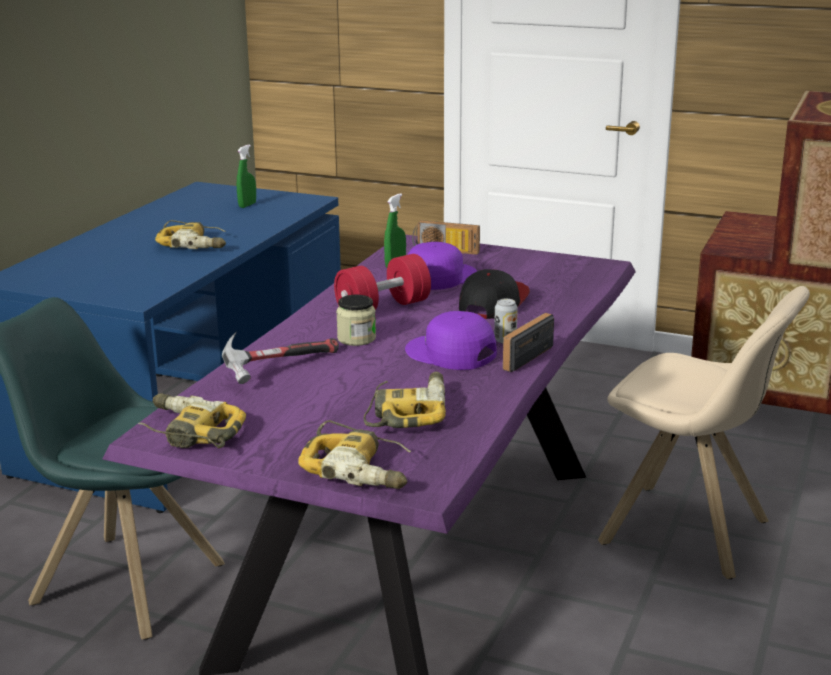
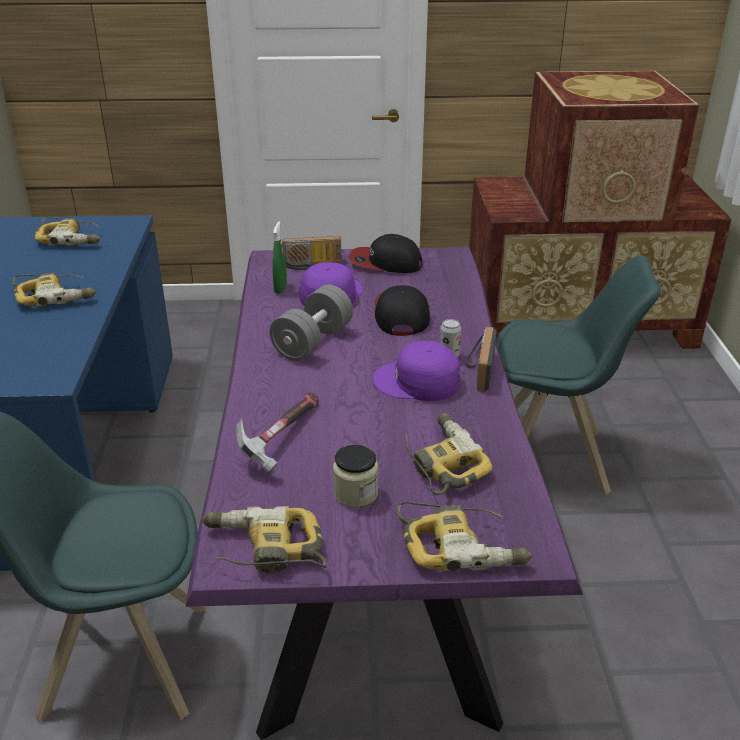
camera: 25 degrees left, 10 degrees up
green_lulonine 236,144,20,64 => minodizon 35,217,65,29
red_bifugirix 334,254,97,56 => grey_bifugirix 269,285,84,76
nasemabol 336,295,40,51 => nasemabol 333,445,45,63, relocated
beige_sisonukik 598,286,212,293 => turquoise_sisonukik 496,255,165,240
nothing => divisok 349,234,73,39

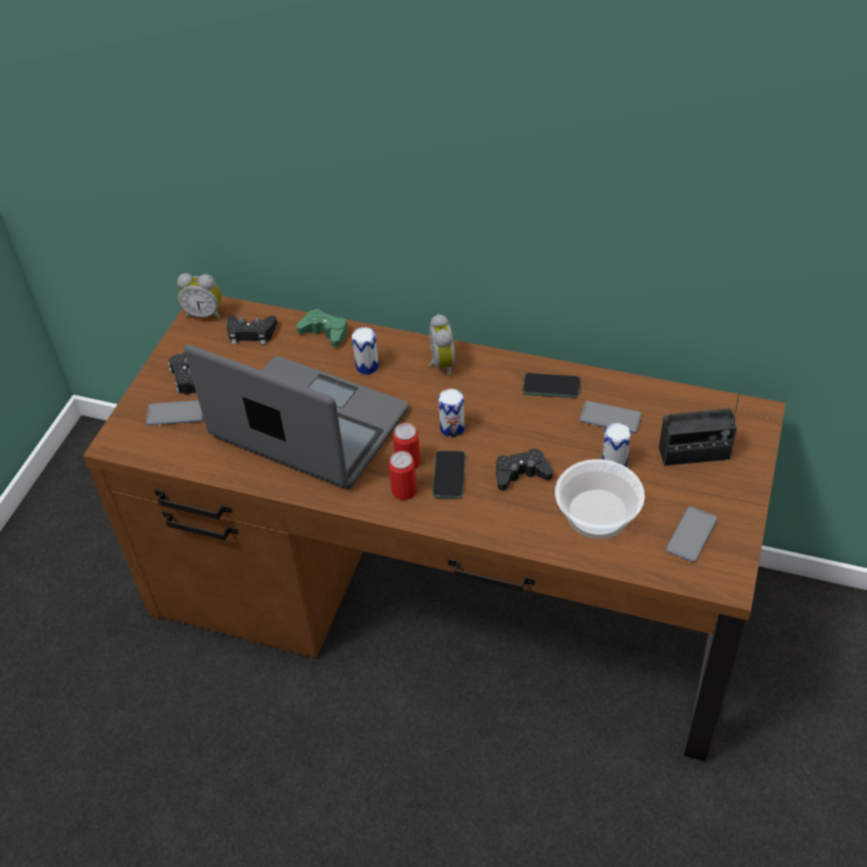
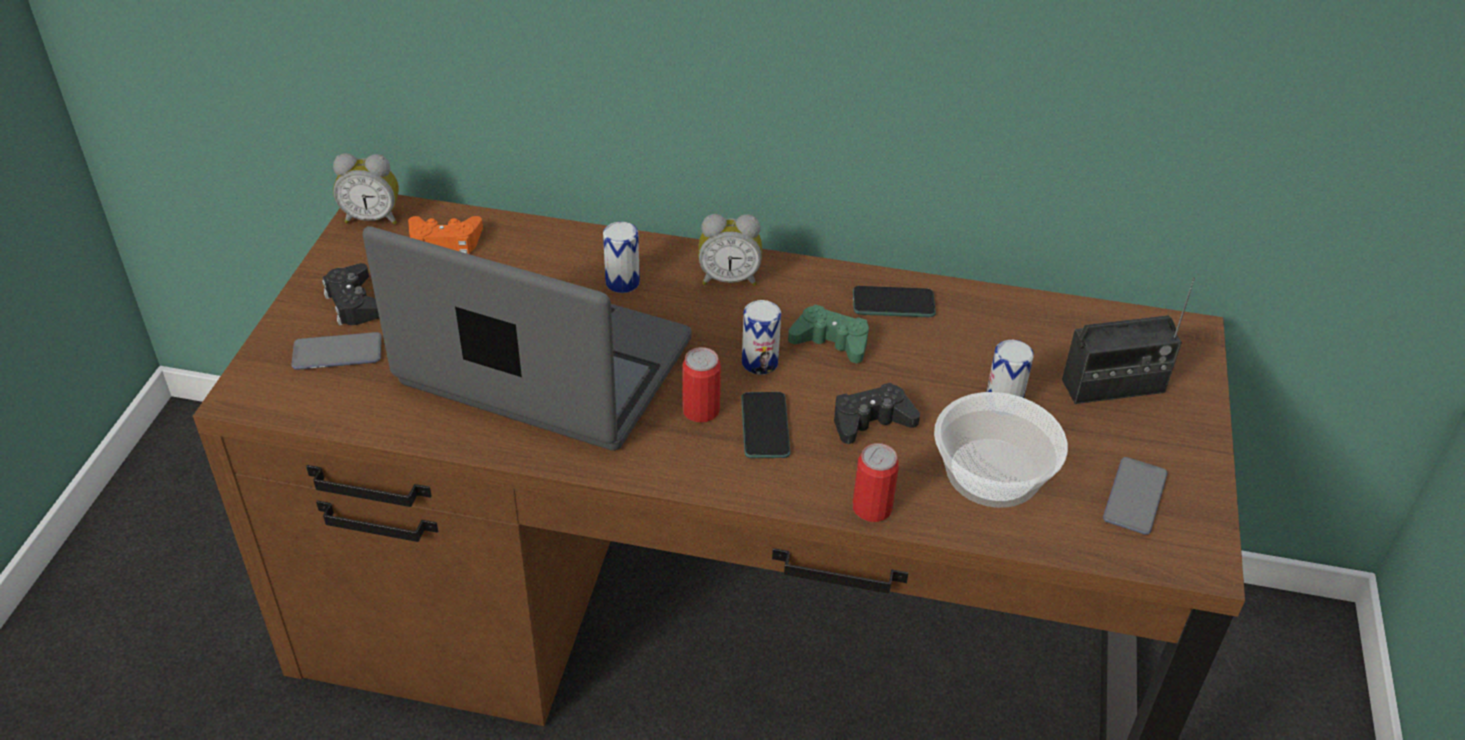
camera: 10 degrees left, 5 degrees down
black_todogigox 227,315,50,30 => orange_todogigox 408,216,75,38
green_todogigox 296,308,52,39 => green_todogigox 788,305,81,58, relocated
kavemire 388,451,29,49 => kavemire 853,443,46,79, relocated
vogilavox 428,314,27,63 => vogilavox 698,214,64,72, 105 degrees clockwise
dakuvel 579,401,63,32 => nothing

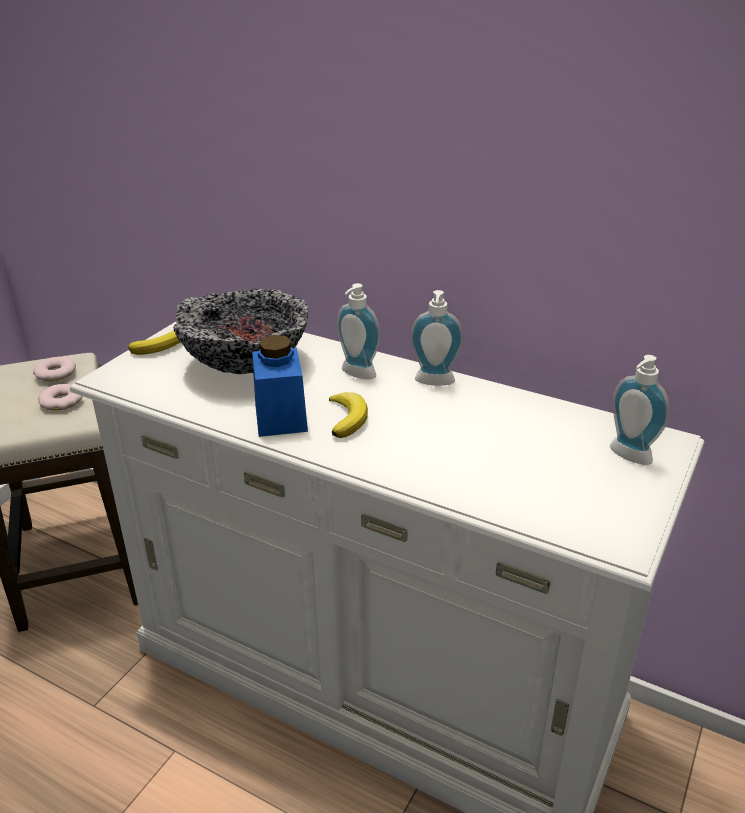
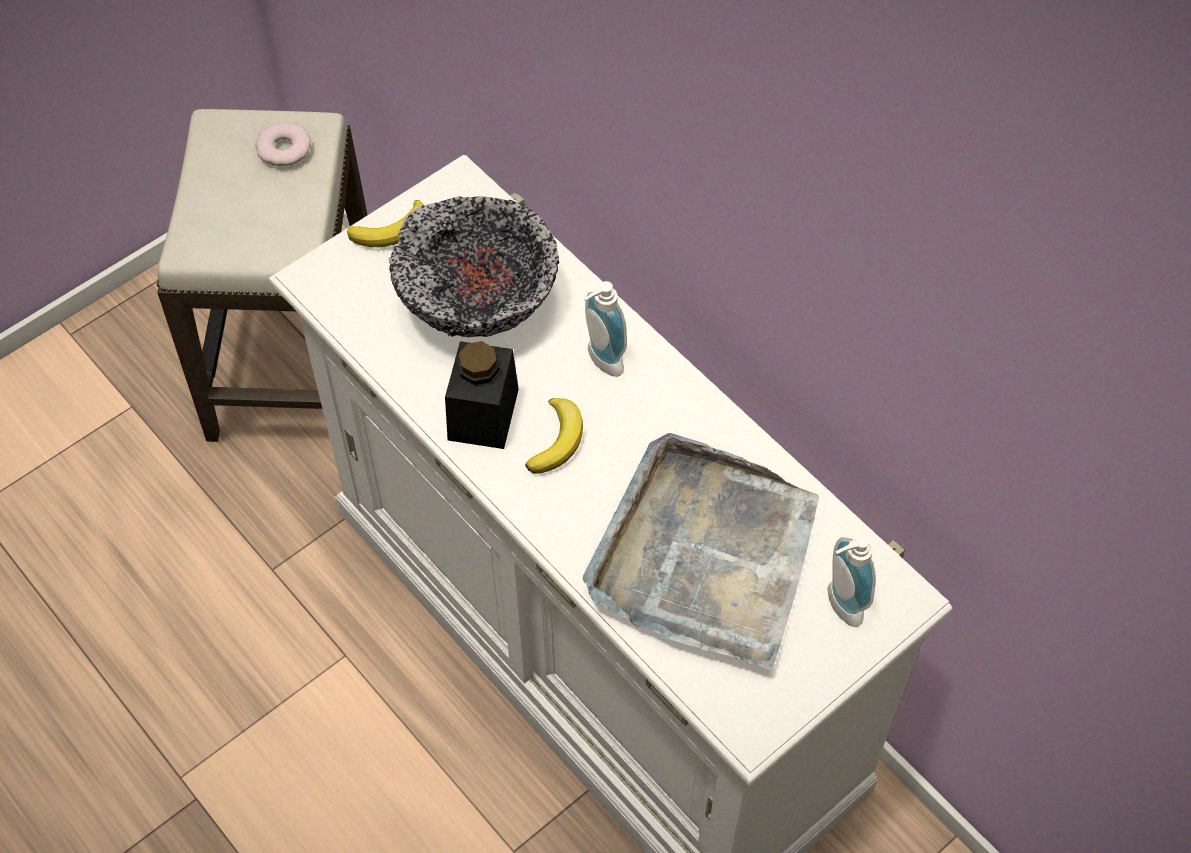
camera: 20 degrees right, 25 degrees up
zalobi 38,384,45,26 => nothing
blue_nasemabol 252,335,56,102 => black_nasemabol 445,341,74,108
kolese 410,290,53,96 => nothing
nothing => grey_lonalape 583,433,236,237

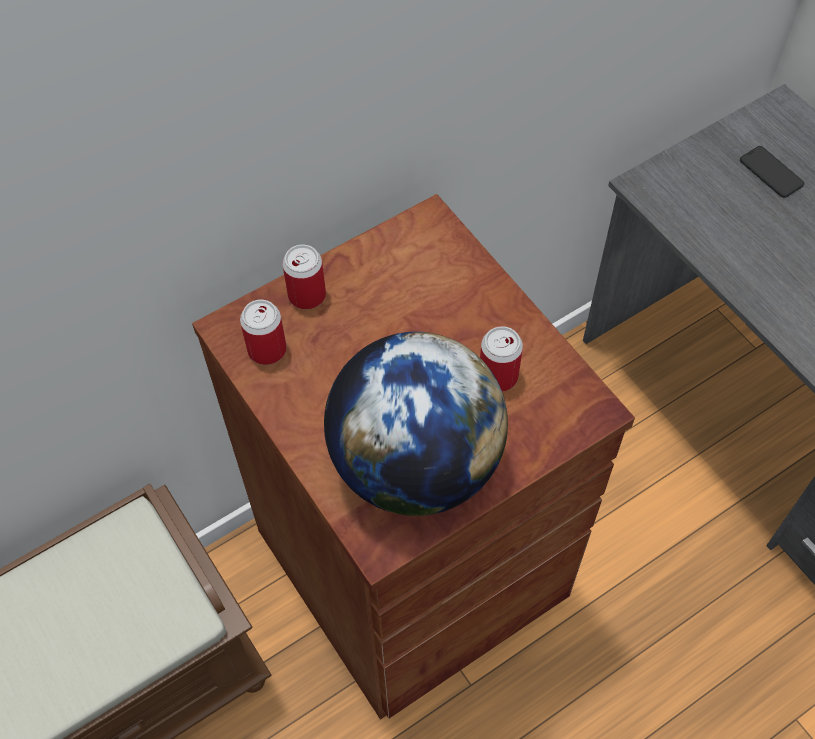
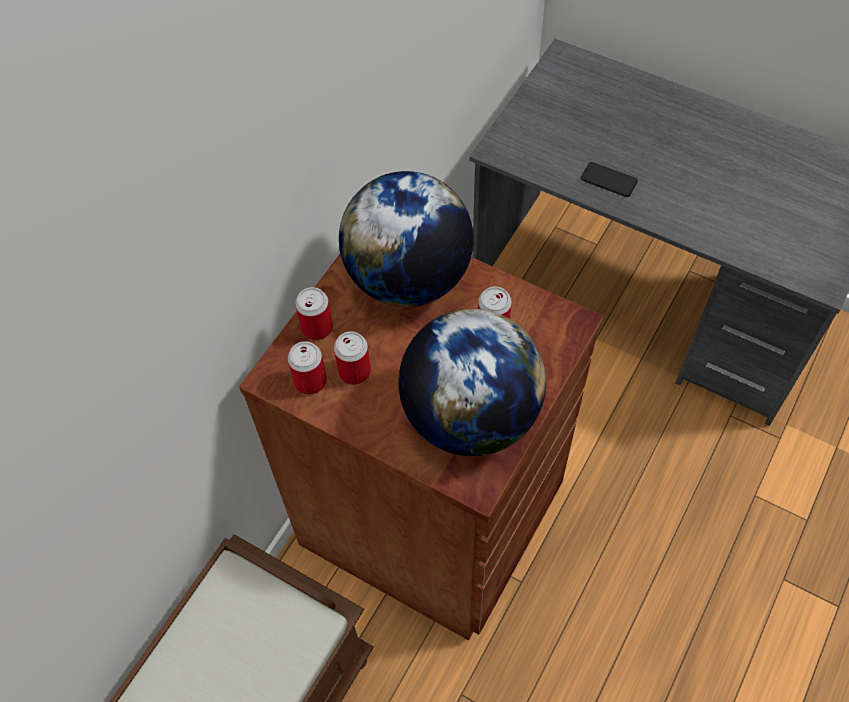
camera: 25 degrees left, 0 degrees up
dakuvel 740,146,64,52 => dakuvel 581,162,57,35, relocated
nothing => kavemire 334,331,37,54
nothing => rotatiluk 339,171,135,136

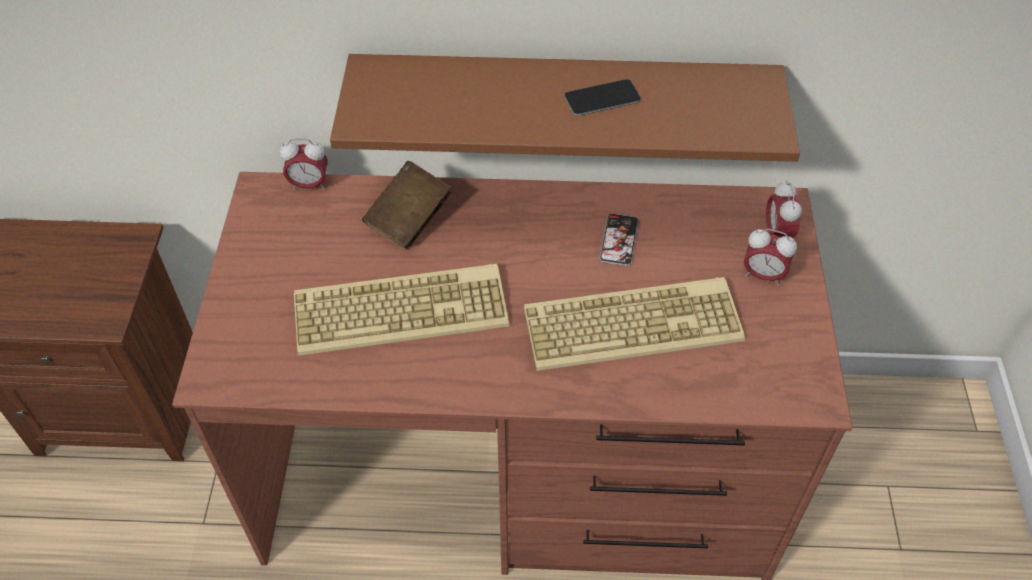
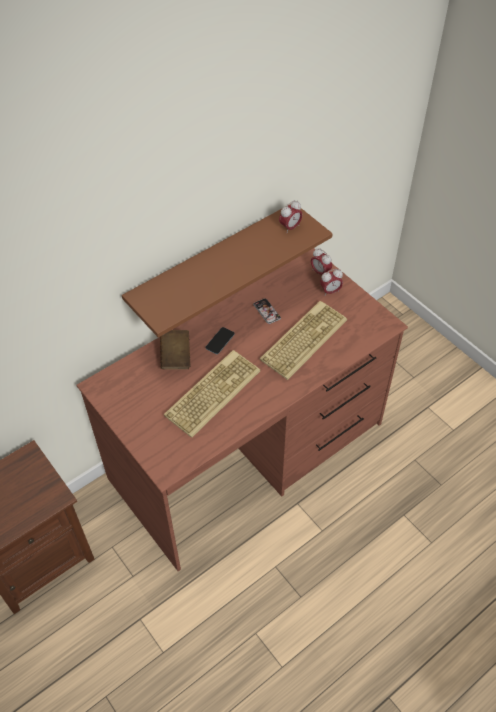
camera: 40 degrees left, 0 degrees up
vogilavox 280,139,48,51 => vogilavox 279,200,24,32, relocated
dakuvel 565,79,76,37 => dakuvel 205,327,30,27, relocated

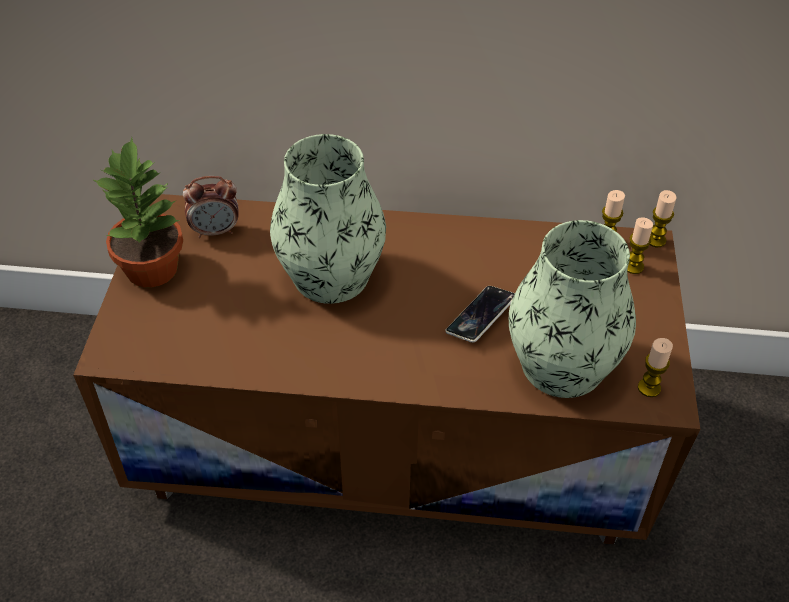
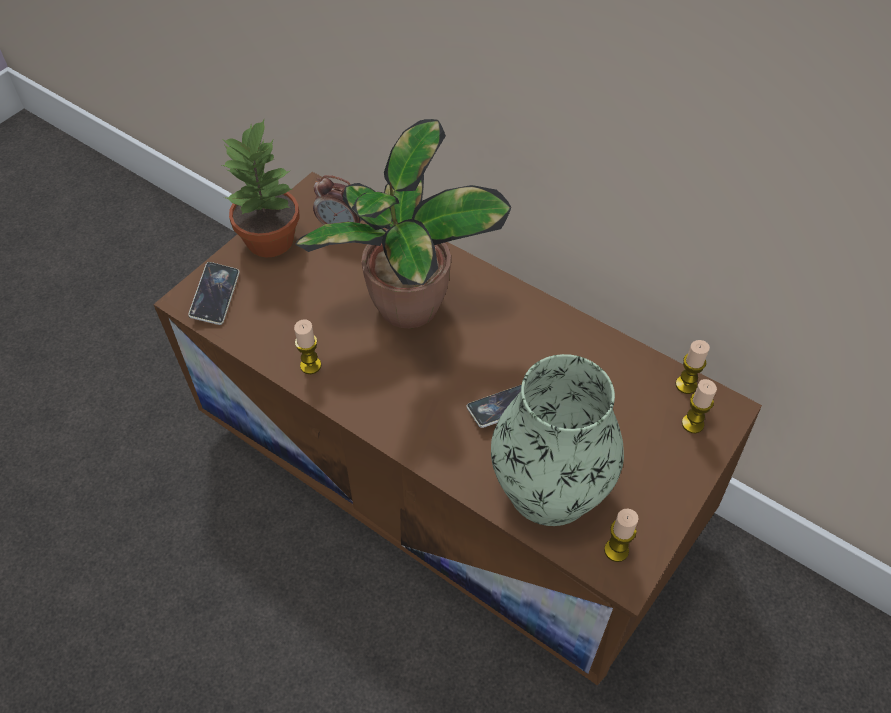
camera: 30 degrees right, 5 degrees up
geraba 270,134,116,170 => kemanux 295,119,217,209
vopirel 650,190,27,57 => vopirel 294,319,27,55, relocated
nothing => dakuvel 188,262,51,63

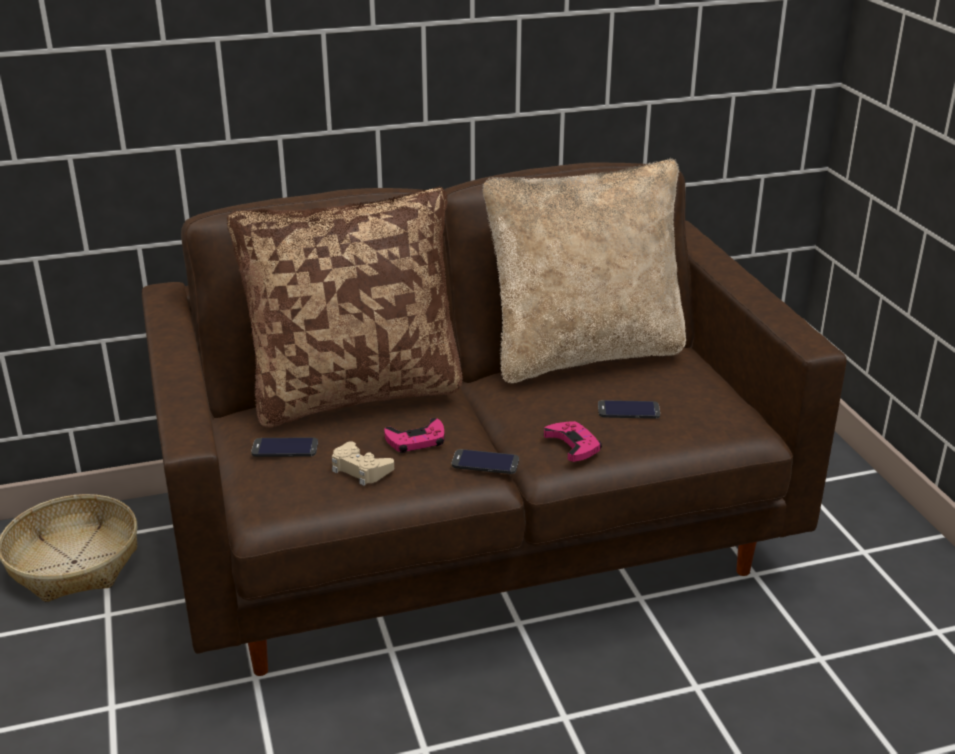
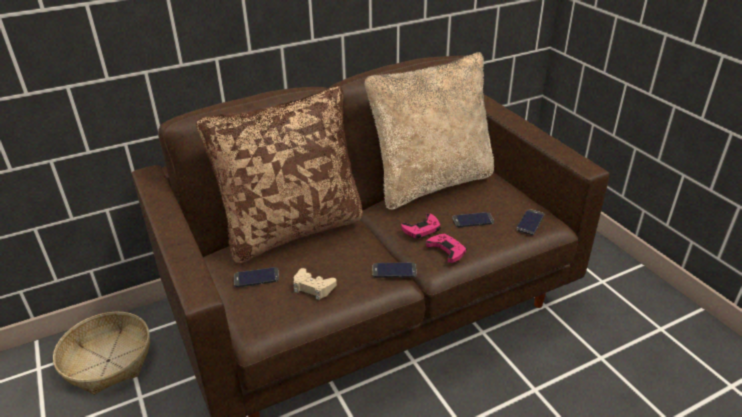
camera: 10 degrees left, 5 degrees up
pink_todogigox 384,418,60,35 => pink_todogigox 401,213,40,26, relocated
nothing => dakuvel 516,209,28,26

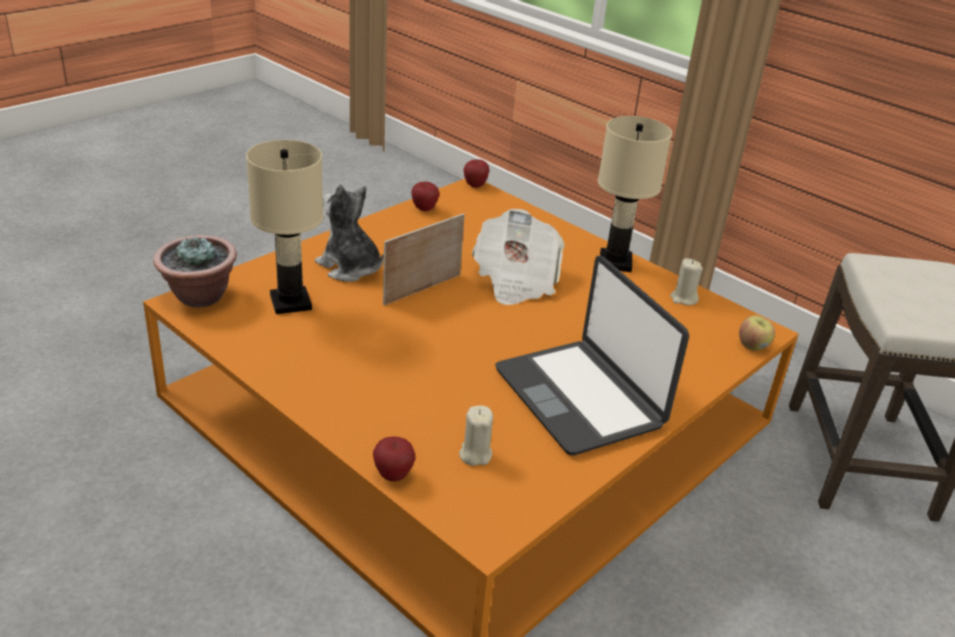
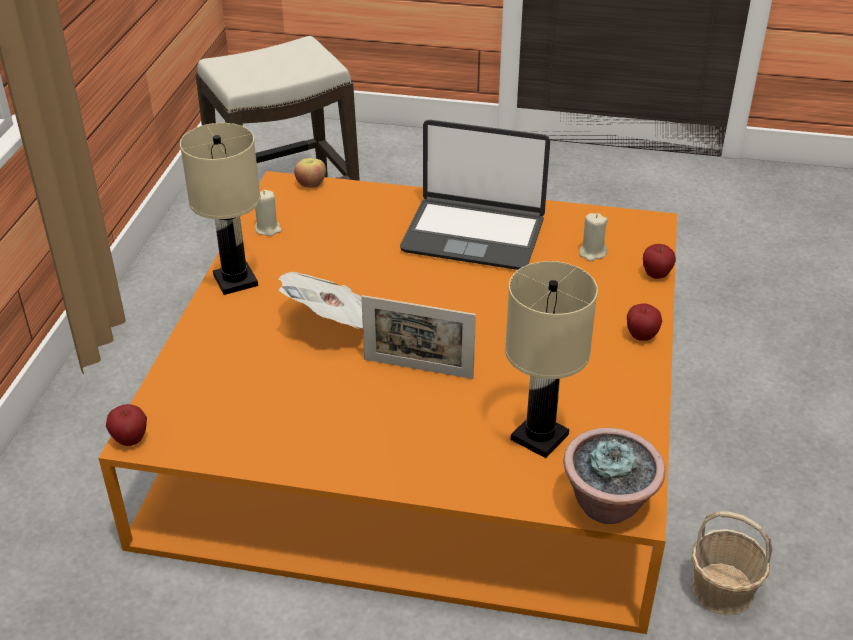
camera: 120 degrees left, 5 degrees up
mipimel 315,185,69,97 => nothing
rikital 411,181,29,30 => rikital 627,304,35,37, relocated
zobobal 495,256,194,199 => zobobal 400,120,150,150, 75 degrees clockwise
nothing => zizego 691,511,81,104

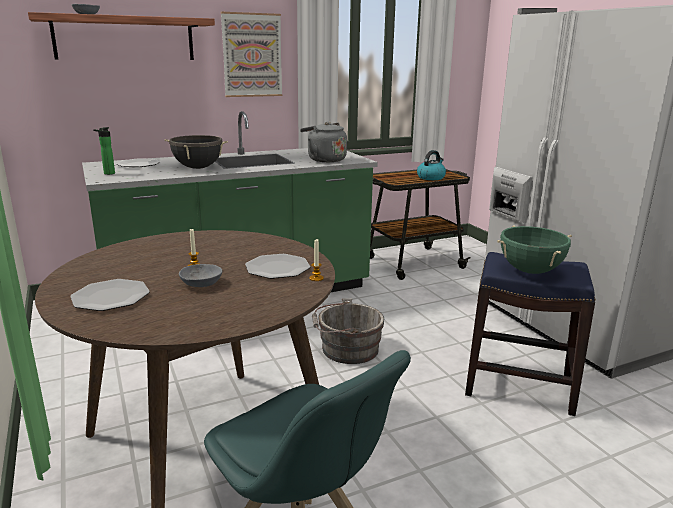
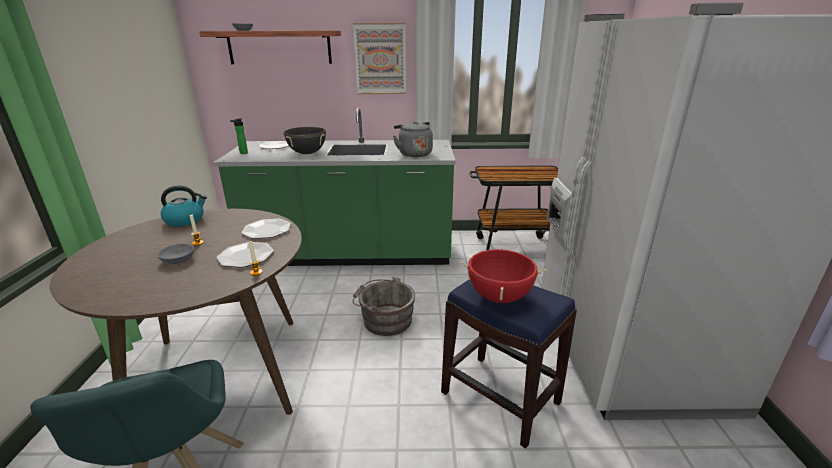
camera: 25 degrees right, 5 degrees up
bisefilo 70,279,80,32 => bisefilo 241,219,50,20, relocated
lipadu 417,150,29,30 => lipadu 161,185,46,42, relocated
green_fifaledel 497,225,75,49 => red_fifaledel 460,247,87,56

